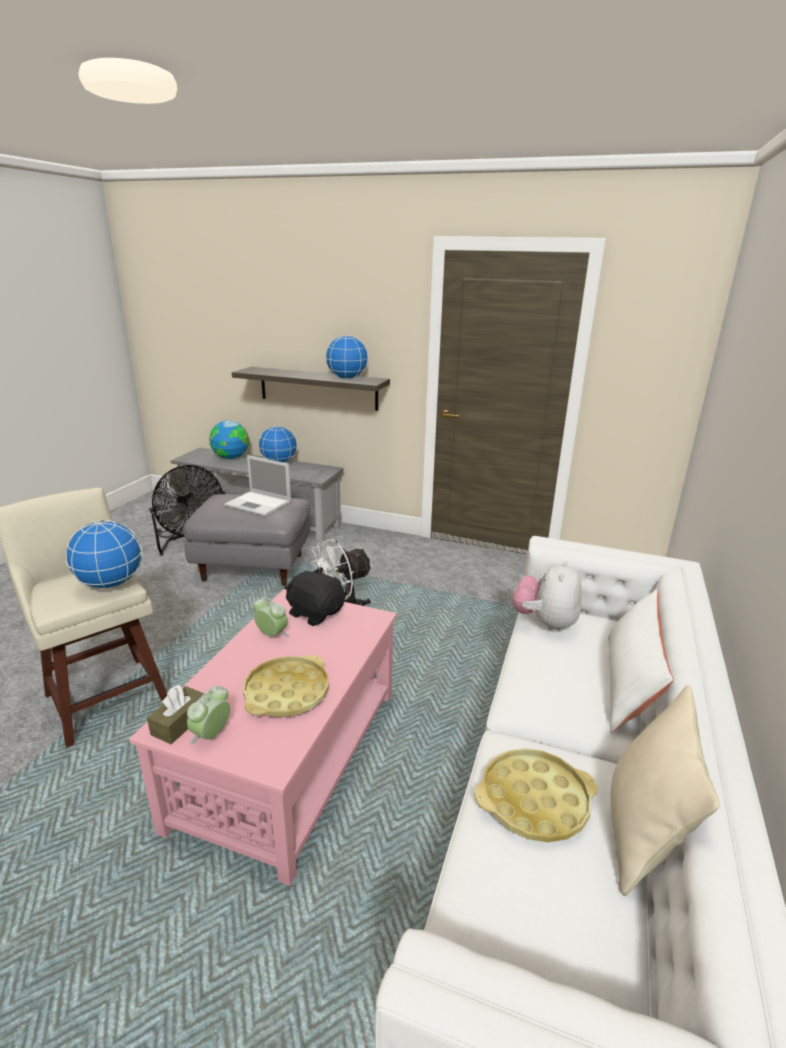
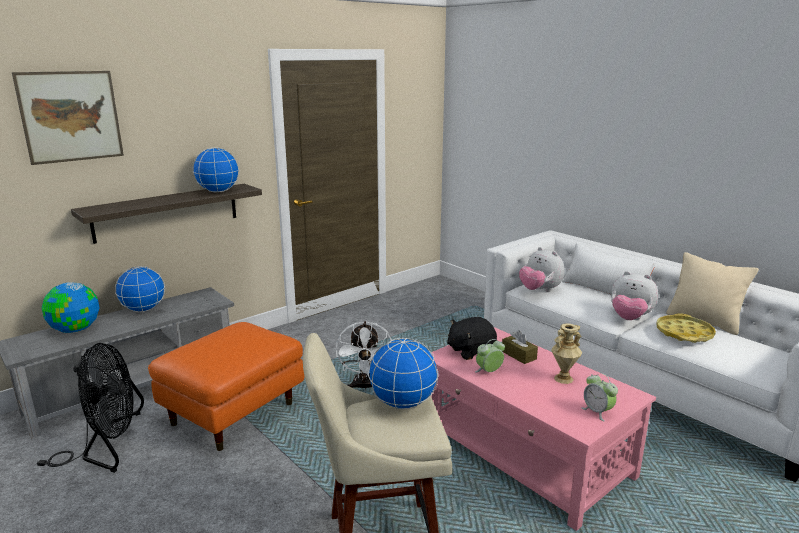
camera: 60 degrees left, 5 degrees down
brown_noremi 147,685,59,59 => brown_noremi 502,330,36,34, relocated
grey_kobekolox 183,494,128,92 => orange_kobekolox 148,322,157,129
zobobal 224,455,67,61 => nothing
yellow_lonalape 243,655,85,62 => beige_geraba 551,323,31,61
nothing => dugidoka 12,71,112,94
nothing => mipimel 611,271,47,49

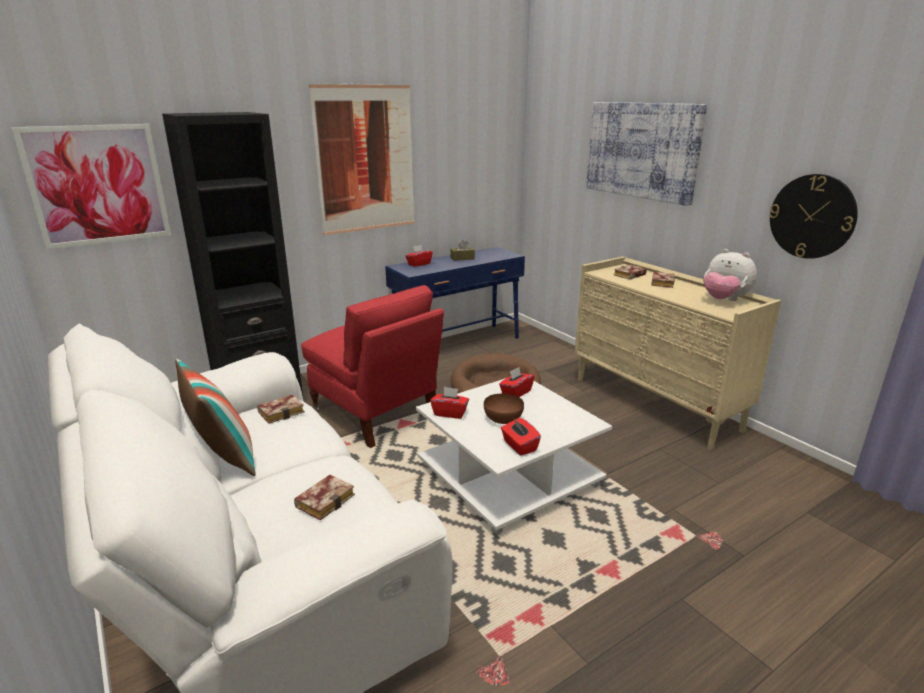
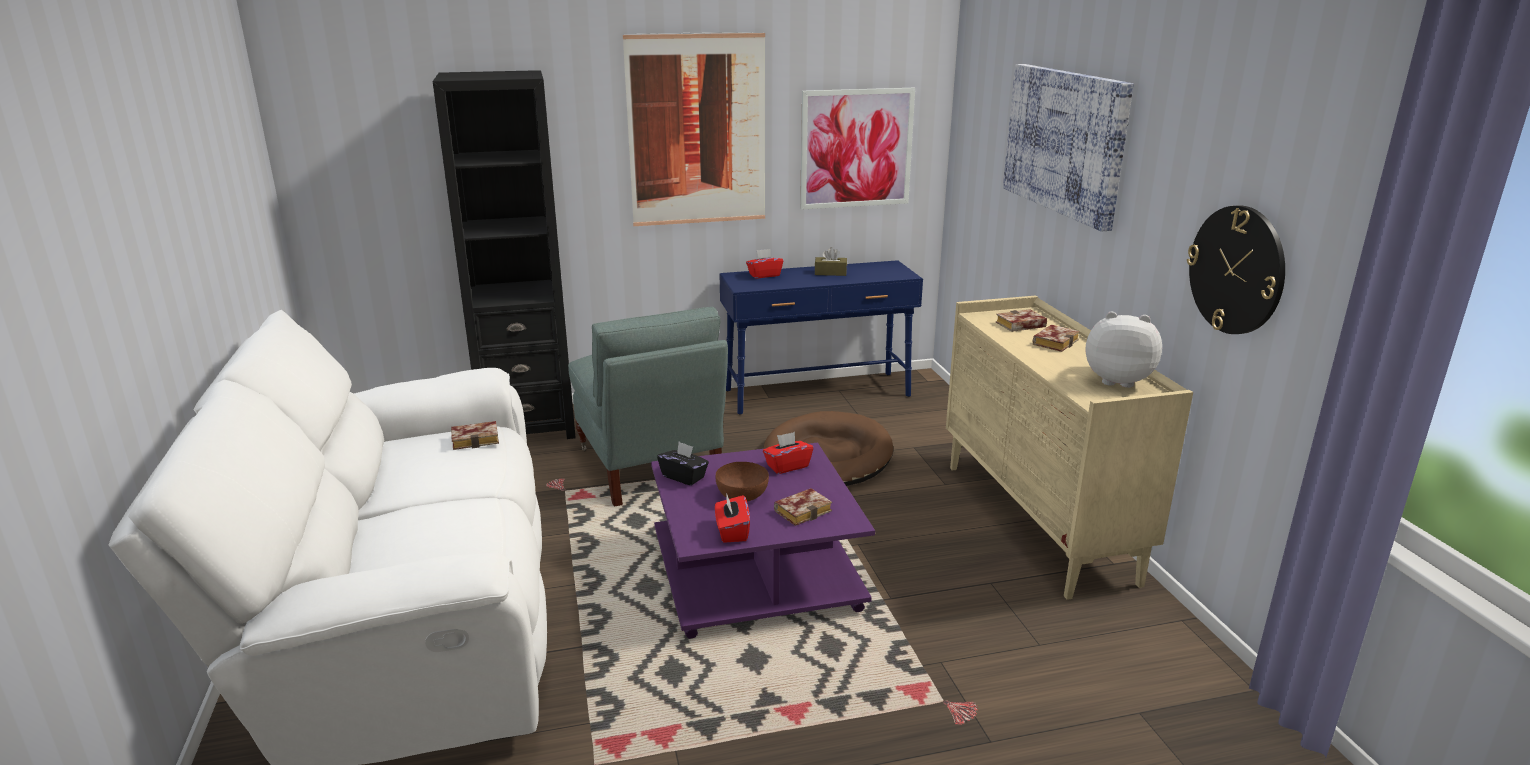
camera: 20 degrees right, 0 degrees up
dugidoka 12,124,159,126 => dugidoka 800,88,115,122, relocated
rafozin 175,359,81,117 => nothing
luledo 294,475,61,45 => luledo 774,488,58,38, relocated
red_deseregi 301,285,143,163 => grey_deseregi 568,307,160,200
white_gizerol 416,378,196,157 => purple_gizerol 651,443,224,196
red_noremi 430,387,39,32 => black_noremi 657,442,52,43
mipimel 703,249,54,52 => mipimel 1086,311,76,77, 135 degrees clockwise

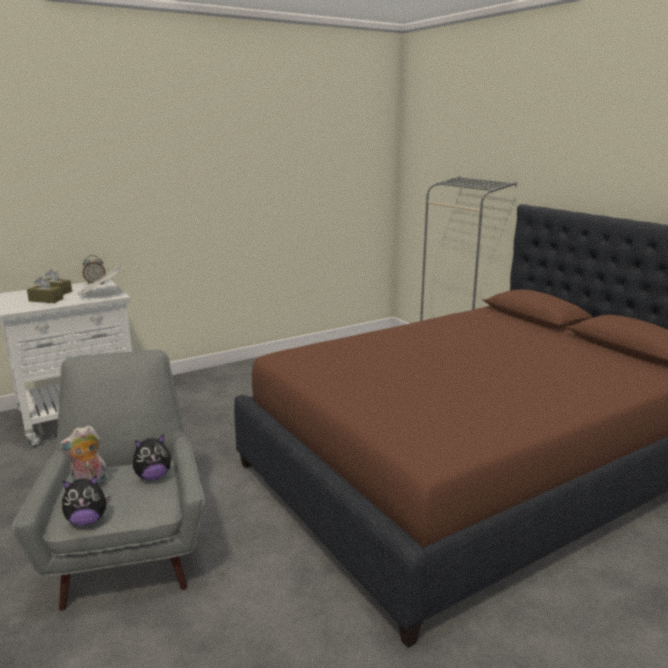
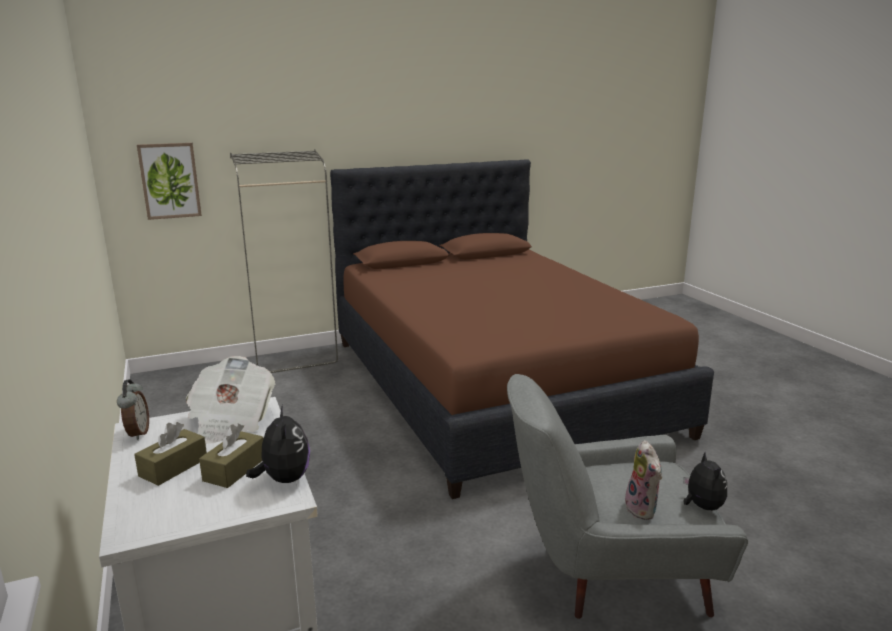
camera: 80 degrees left, 0 degrees up
mipimel 133,434,39,47 => mipimel 246,405,64,78, relocated
nothing => dugidoka 137,143,65,77

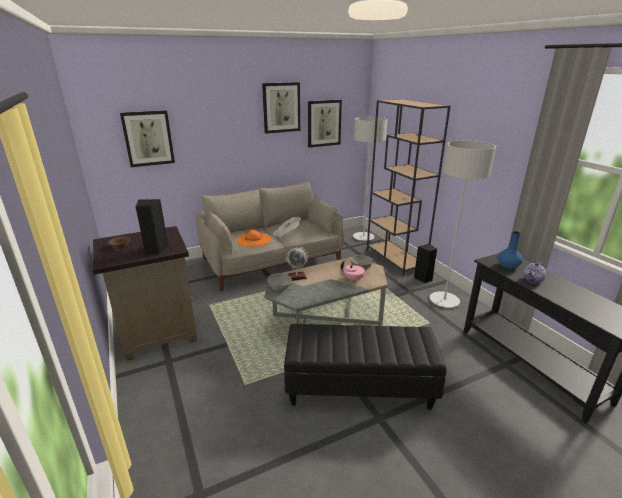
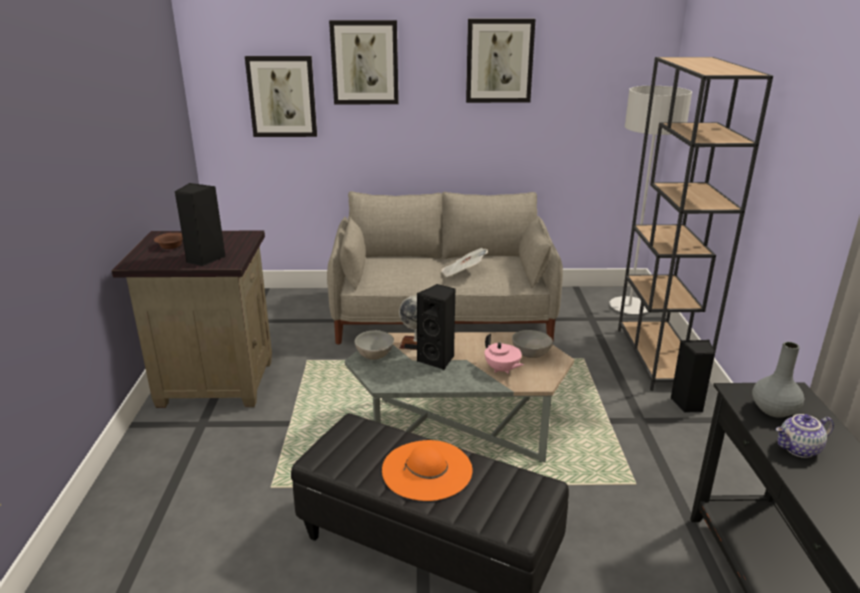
camera: 25 degrees right, 0 degrees up
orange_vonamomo 237,230,34,17 => orange_vonamomo 382,440,90,61, relocated
dugidoka 308,100,34,48 => dugidoka 329,20,70,84, relocated
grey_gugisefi 430,141,66,167 => nothing
blue_geraba 498,231,25,38 => grey_geraba 752,342,53,76
nothing => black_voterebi 417,284,39,86

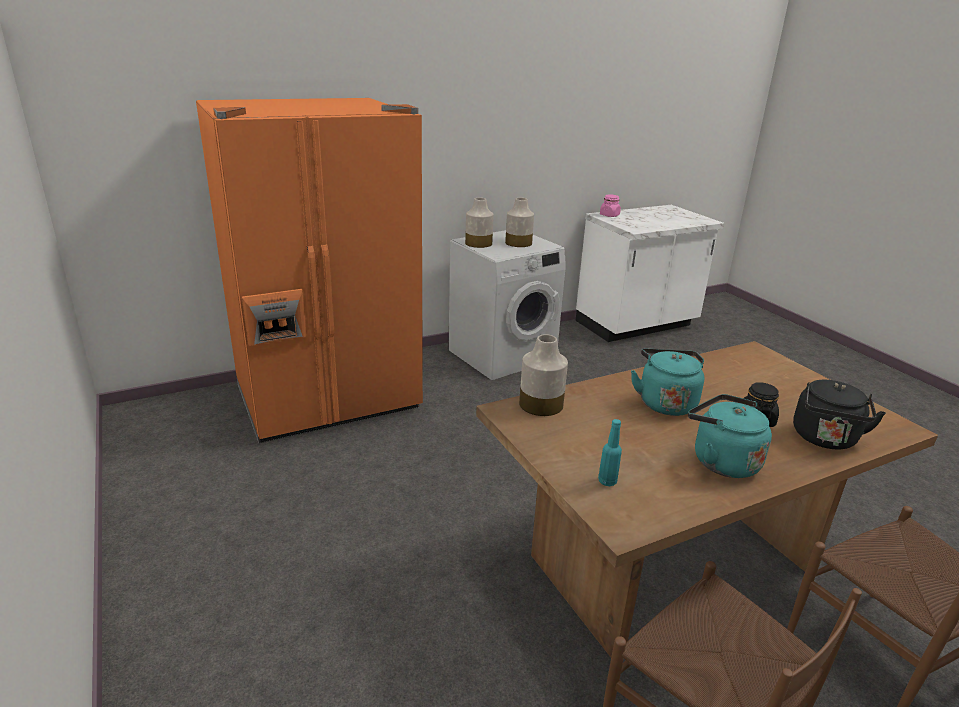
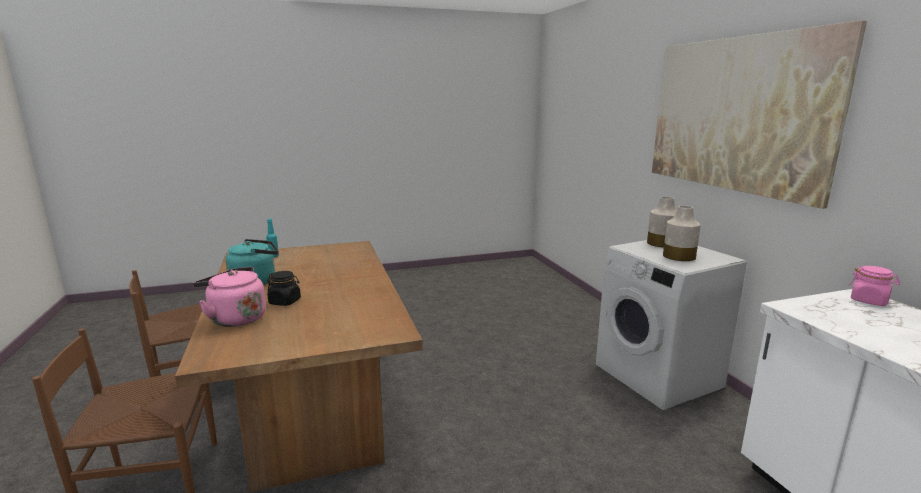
camera: 100 degrees right, 10 degrees down
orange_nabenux 196,98,227,346 => nothing
beige_geraba 519,334,49,82 => nothing
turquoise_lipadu 631,349,73,67 => nothing
black_lipadu 793,380,93,70 => pink_lipadu 193,267,73,60
nothing => dugidoka 652,20,215,189

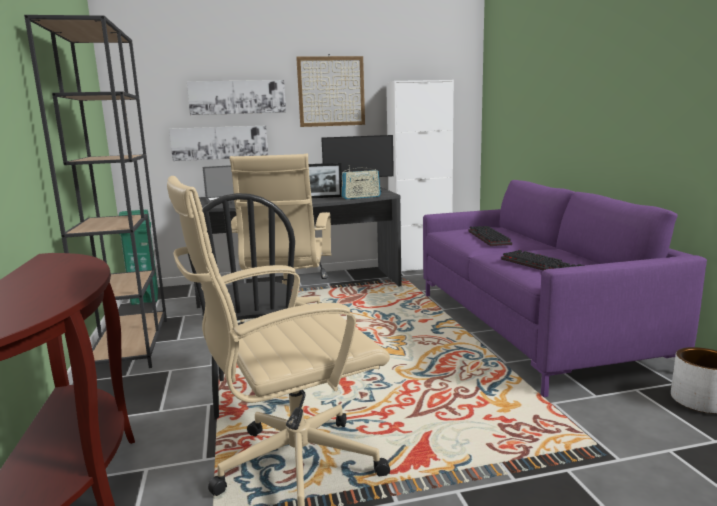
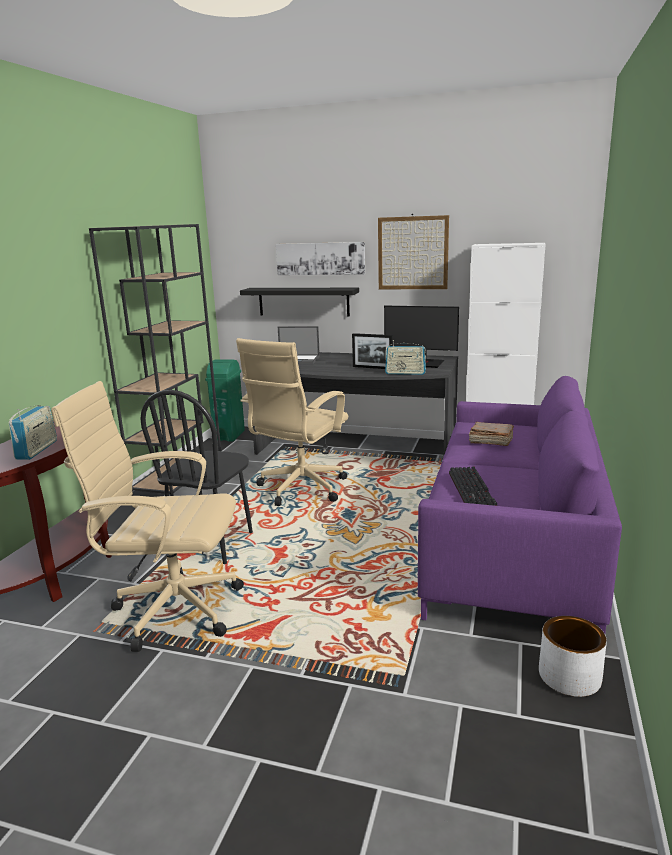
camera: 30 degrees right, 5 degrees up
dugidoka 169,126,99,35 => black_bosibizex 240,288,119,28
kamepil 468,226,44,20 => brown_luledo 469,422,45,24
nothing => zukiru 9,405,48,55

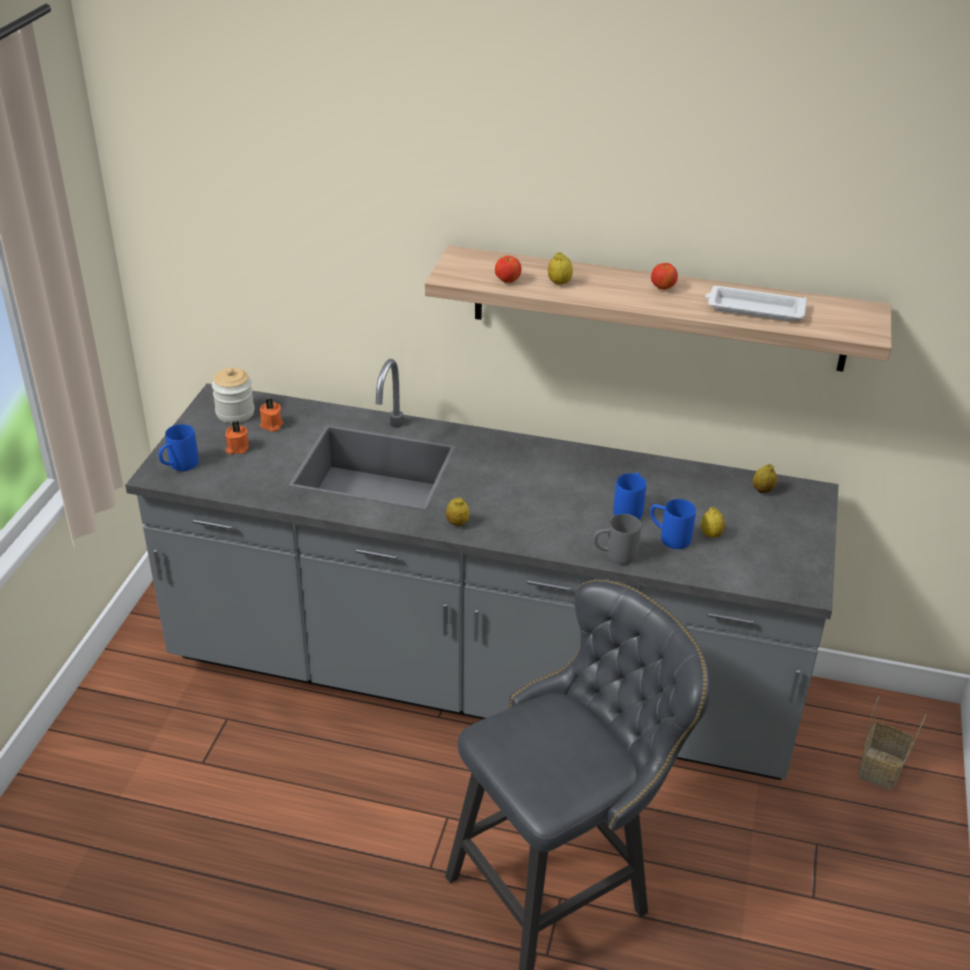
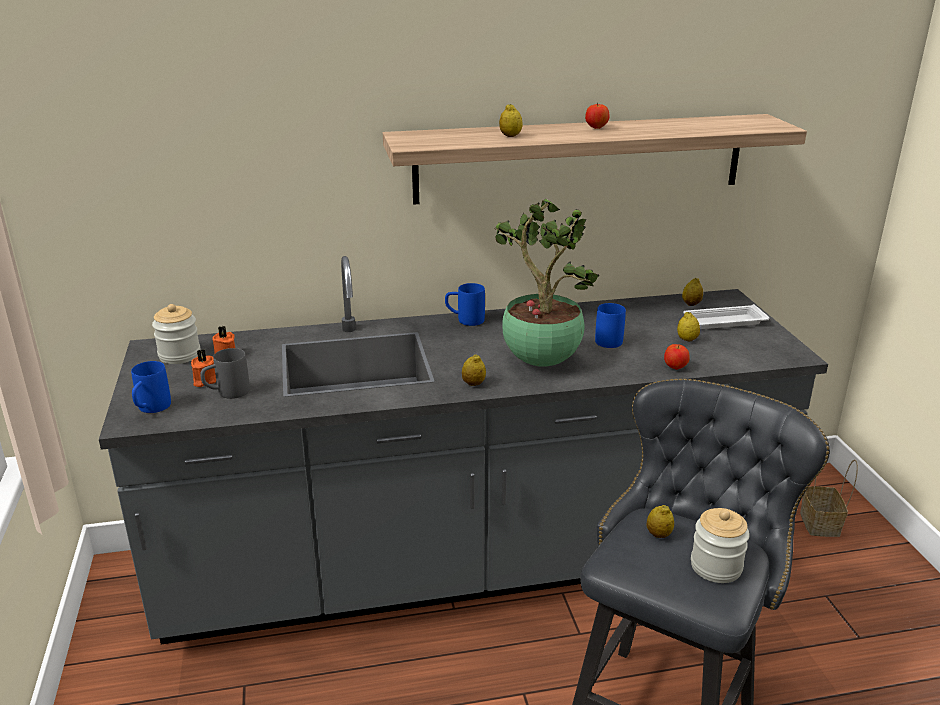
camera: 25 degrees left, 10 degrees down
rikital 495,256,26,27 => rikital 664,344,26,26, relocated
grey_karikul 594,514,47,51 => grey_karikul 200,348,50,51, relocated
blue_karikul 650,499,46,50 => blue_karikul 445,283,40,43, relocated
white_lonalape 705,286,102,35 => white_lonalape 683,304,87,25, relocated
nothing => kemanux 494,199,105,168
nothing => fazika 646,505,28,33
nothing => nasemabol 691,508,59,75

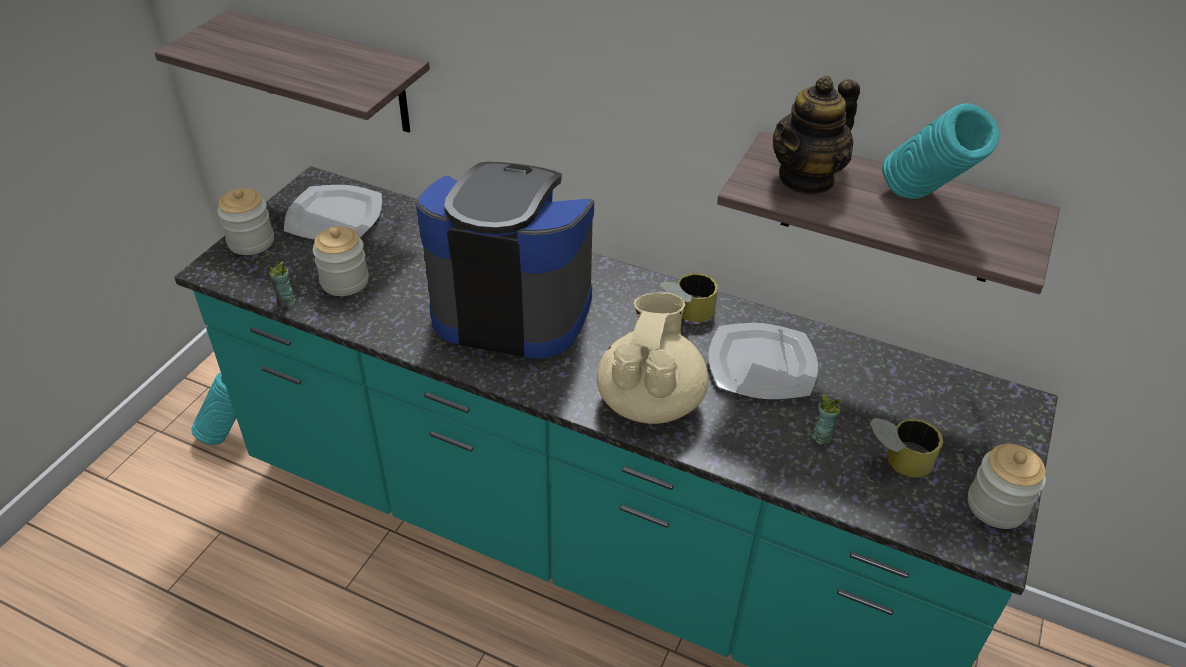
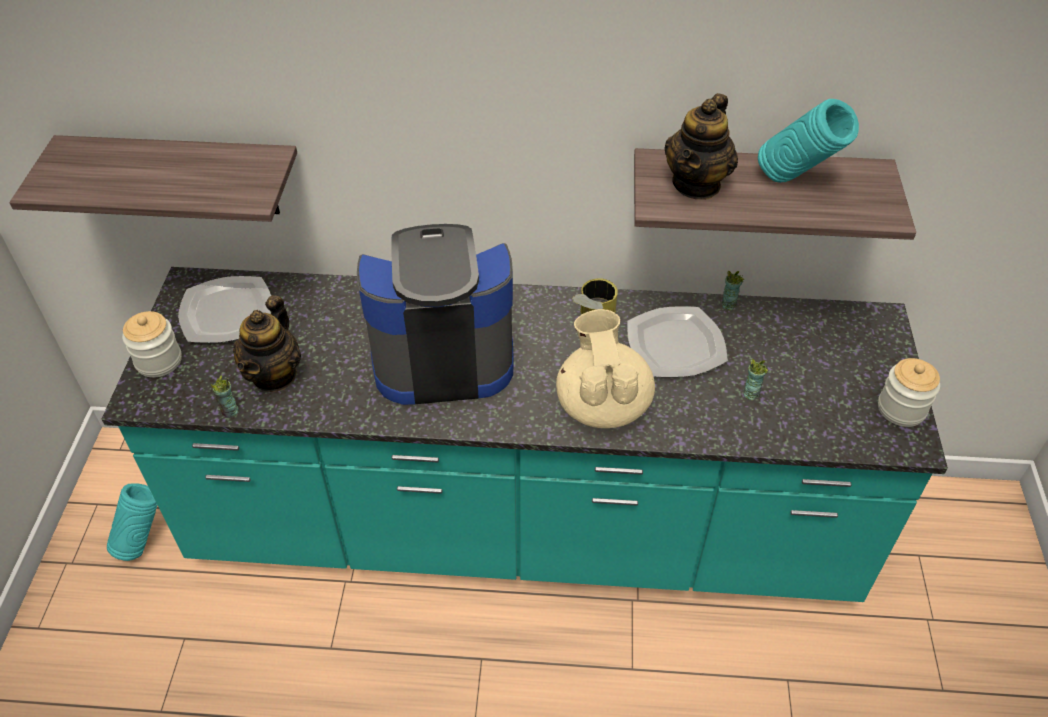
camera: 20 degrees left, 5 degrees up
nasemabol 313,226,56,70 => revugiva 233,295,68,97
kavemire 870,418,73,60 => nothing
nothing => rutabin 722,271,22,39

